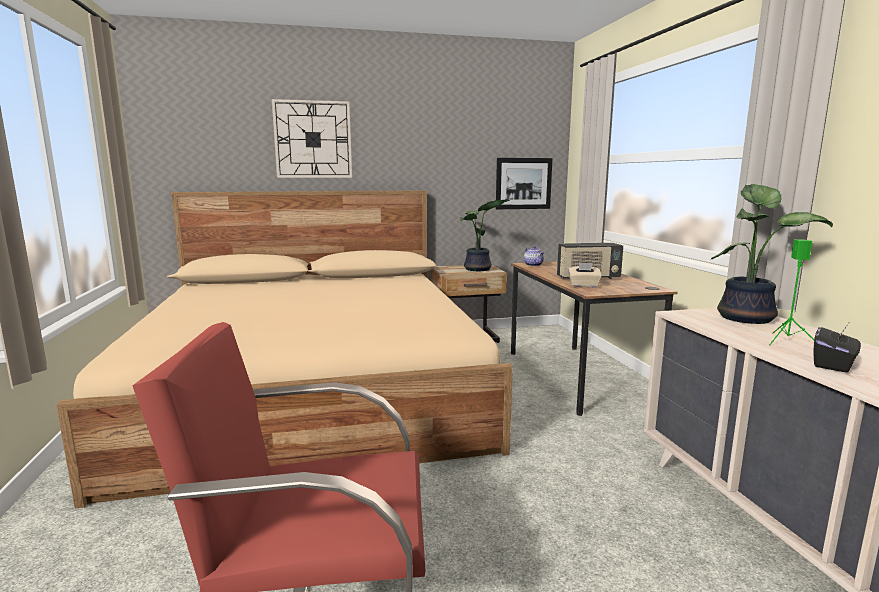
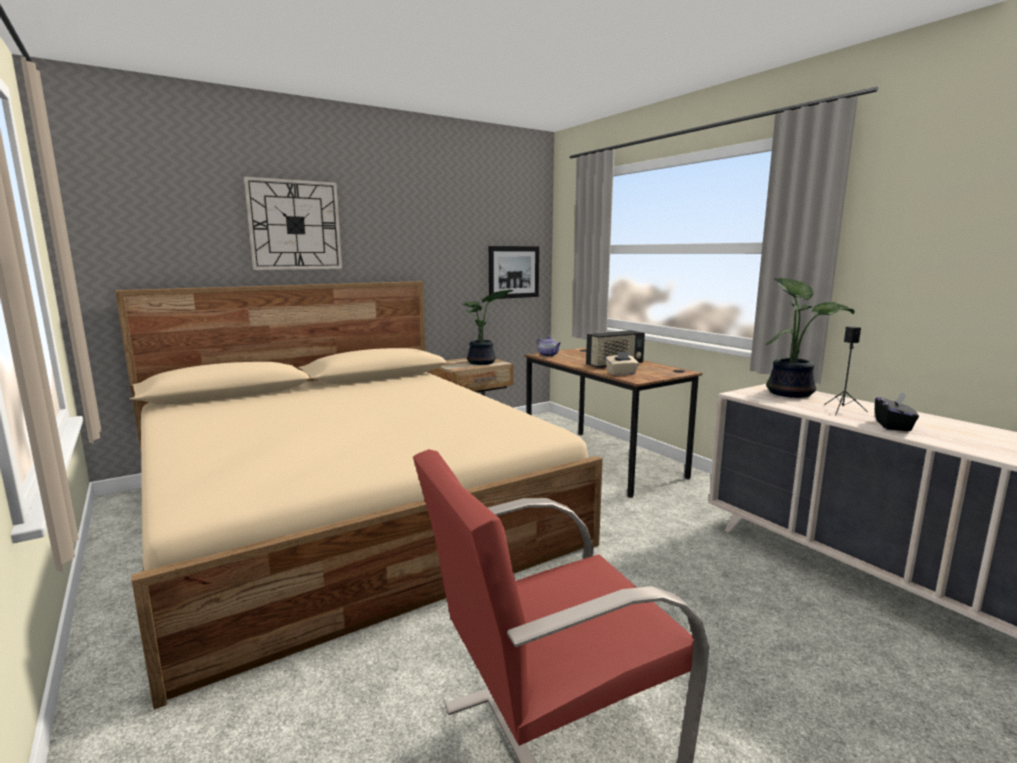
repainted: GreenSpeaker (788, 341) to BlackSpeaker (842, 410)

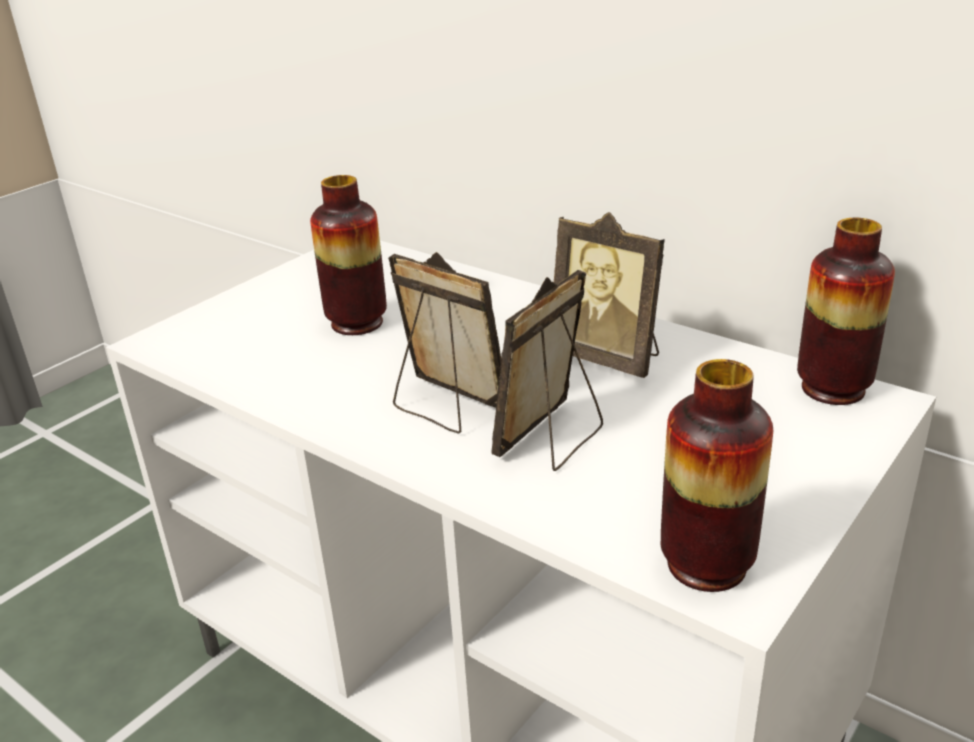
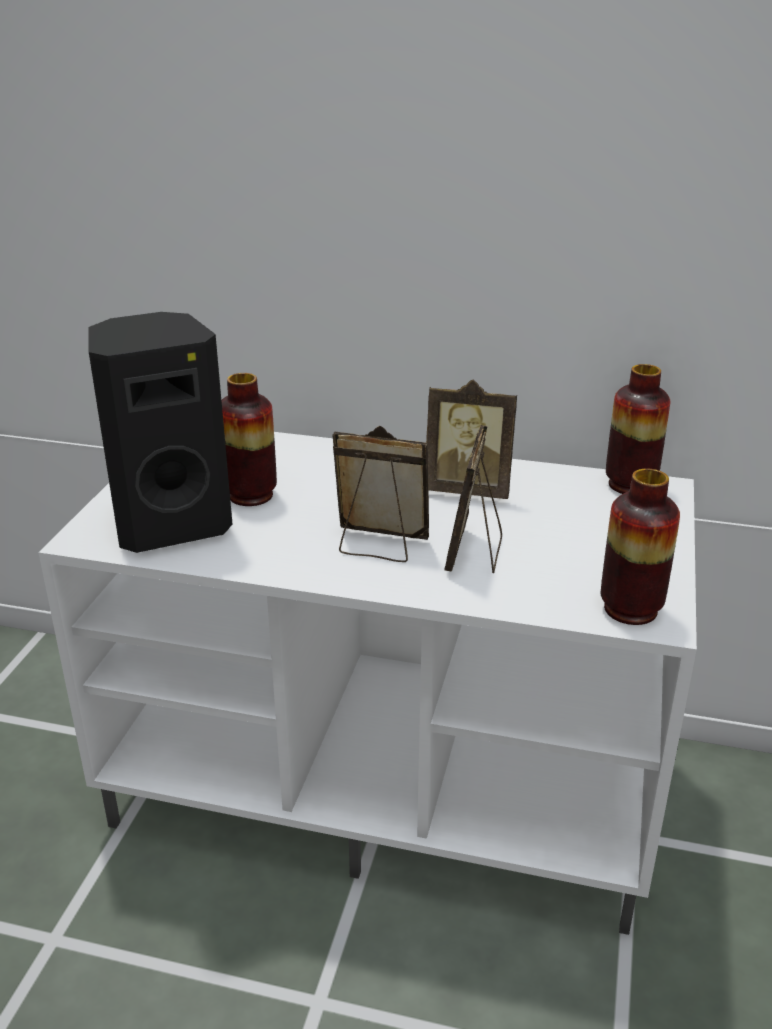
new: BlackSpeaker (171, 525)

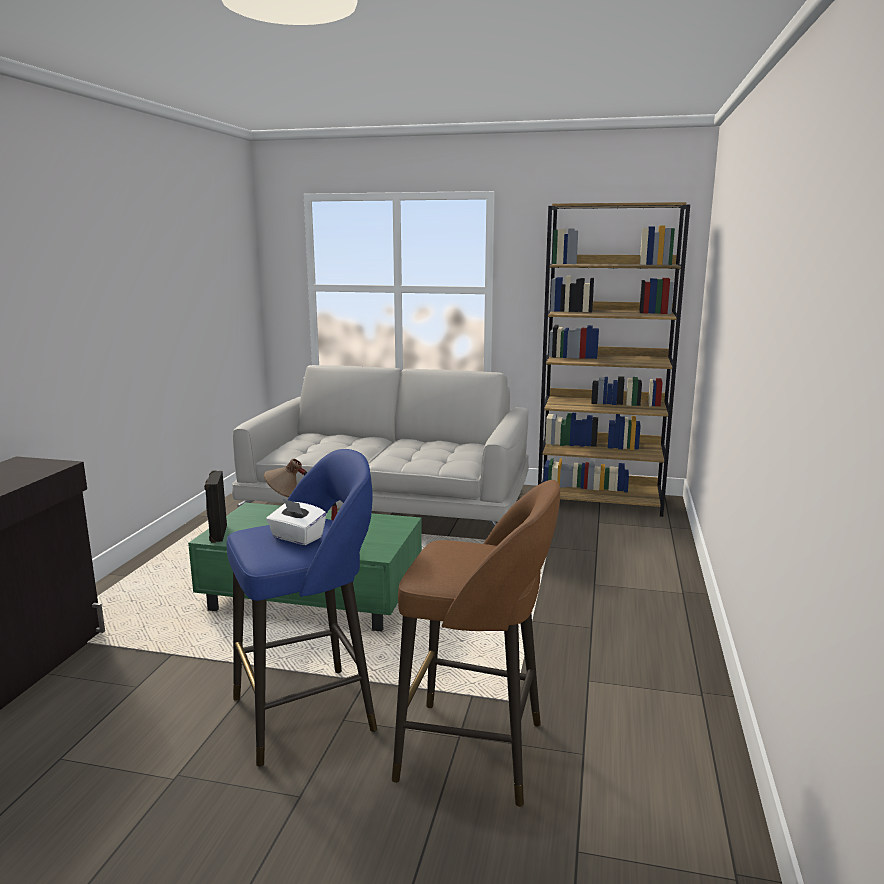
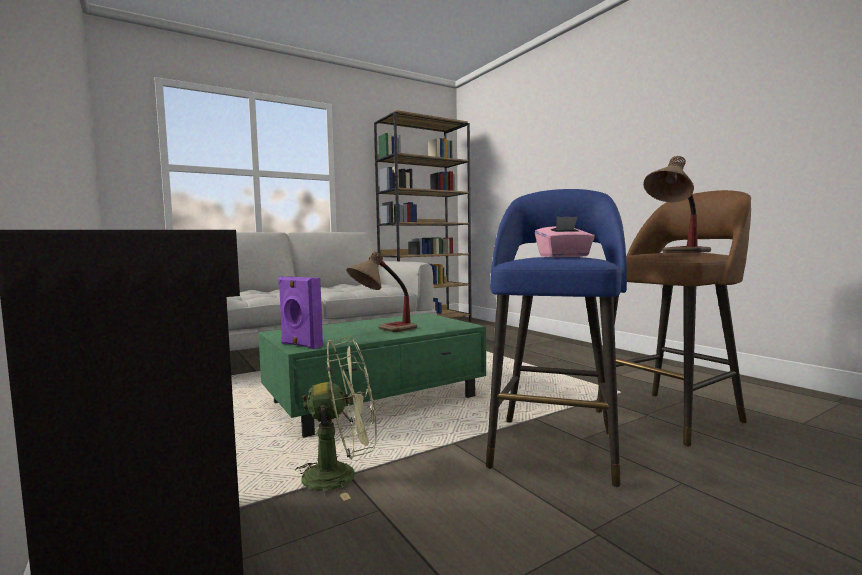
new: GreenFan (341, 475); TableLamp (677, 252)
repainted: BlackSpeaker (217, 534) to PurpleSpeaker (300, 345); WhiteTissueBox (297, 537) to PinkTissueBox (564, 256)

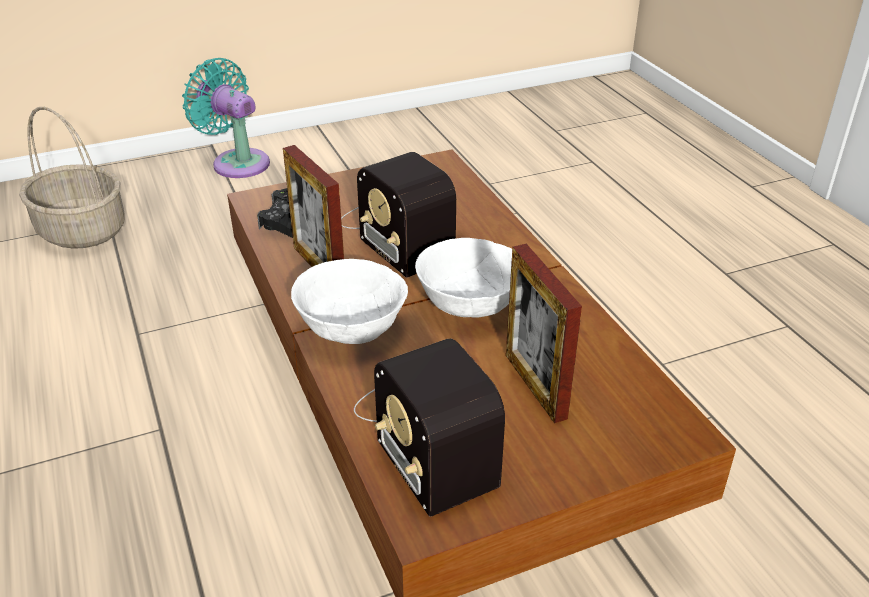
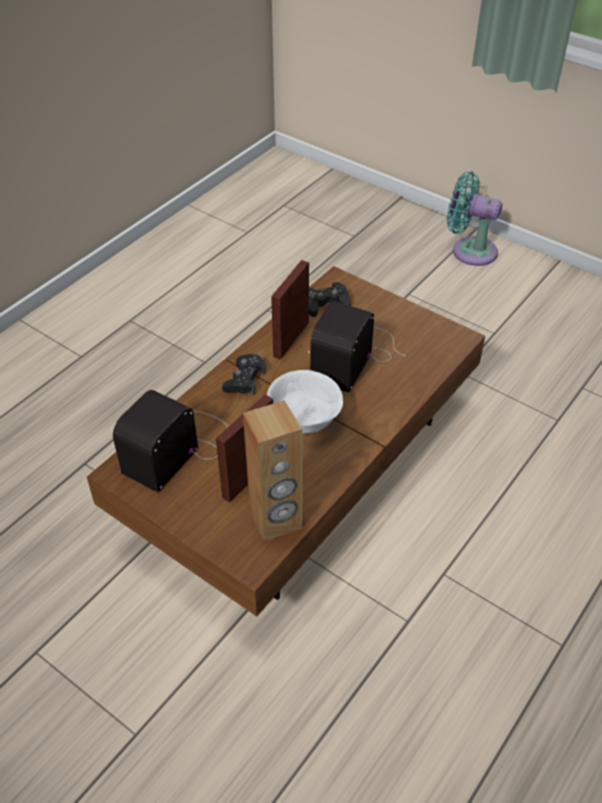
gone: Basket (81, 231)
new: BrownSpeaker (276, 520)
swapped: WhiteBowl (352, 329) to BlackGameController (244, 380)
rotated: TurquoiseFan (237, 162) = (469, 250) 75 degrees counterclockwise

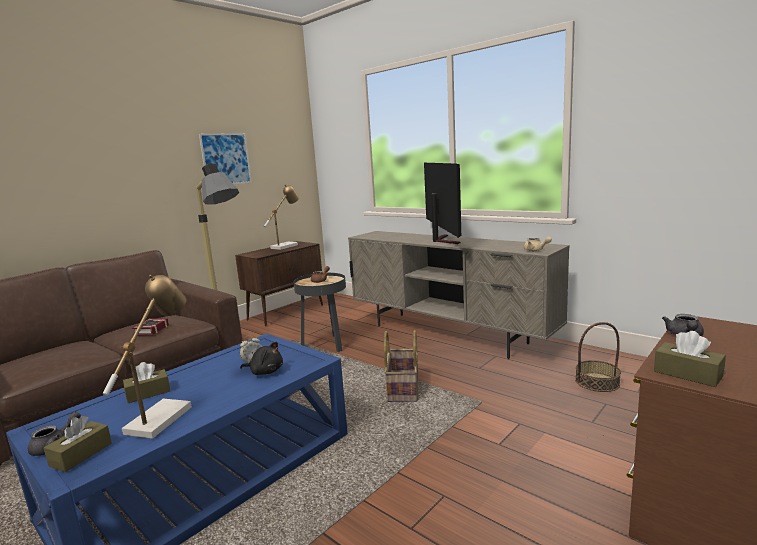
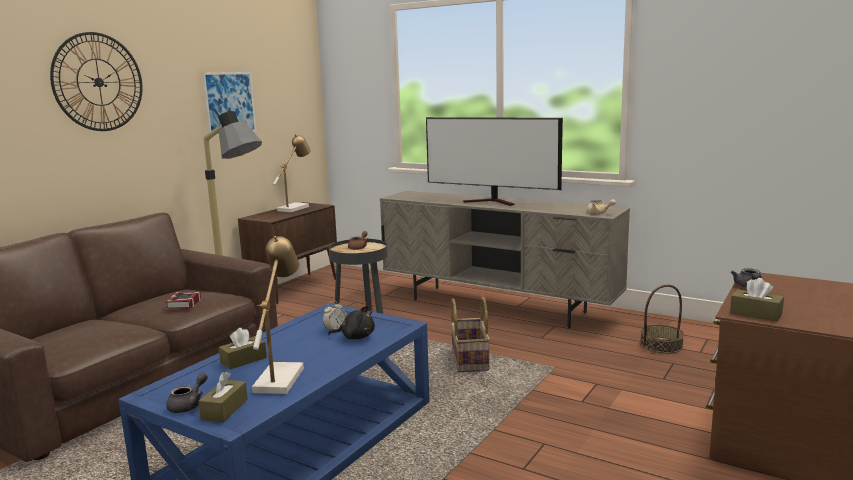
new: WallClock (98, 82)
rotated: Television (442, 240) = (493, 202) 135 degrees clockwise

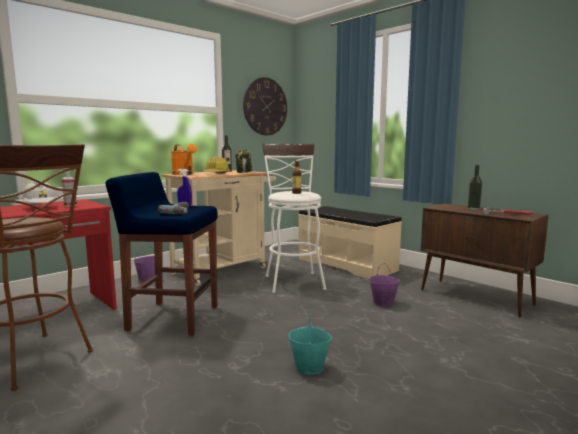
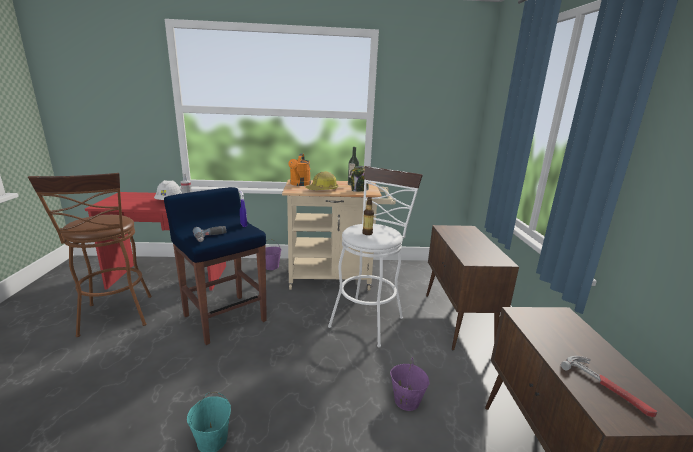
gone: WallClock (265, 106); Bottle (473, 208)
swapped: BeigeBench (347, 264) to BrownCabinet (457, 320)

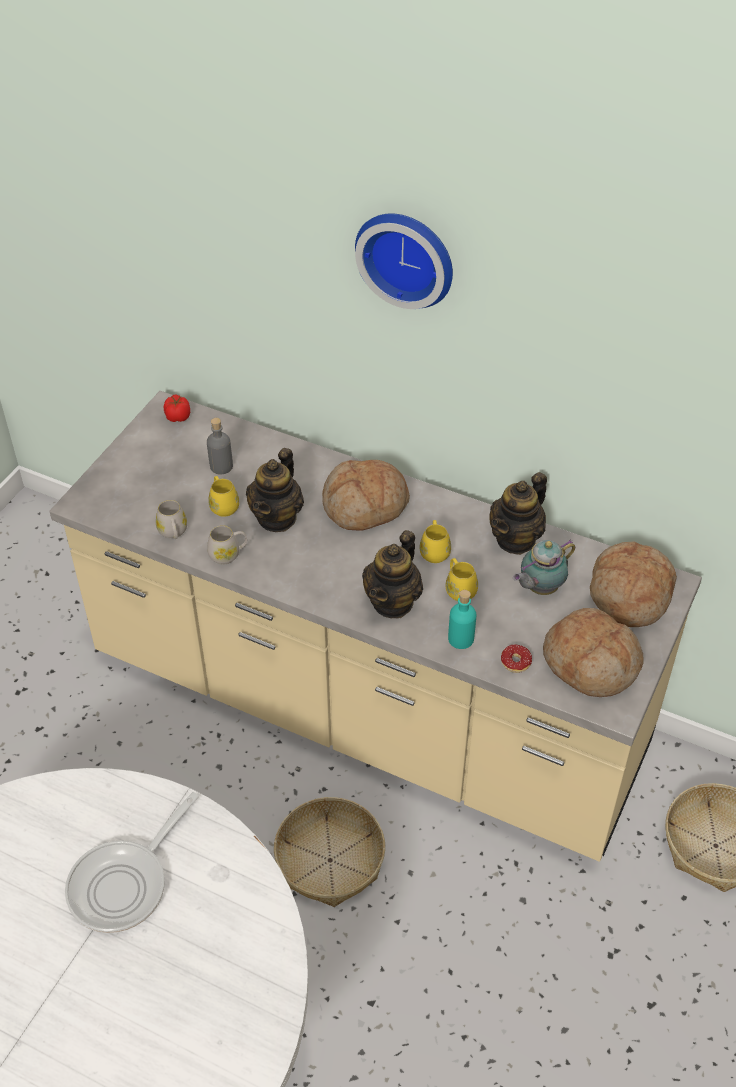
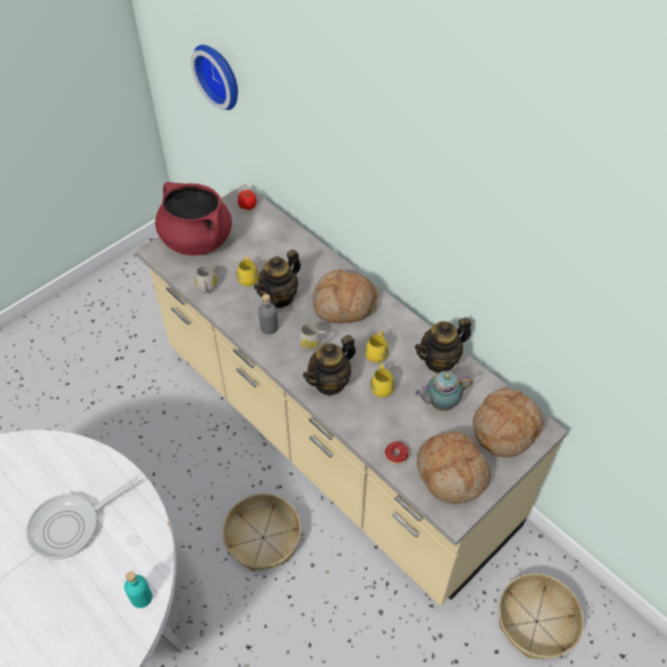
new: RedCookingPot (196, 240)
shifted: GreyBottle (221, 466) to (269, 327); WhiteMug (228, 554) to (313, 344); WallClock (407, 256) to (219, 75); TurquoiseBottle (461, 639) to (141, 597)

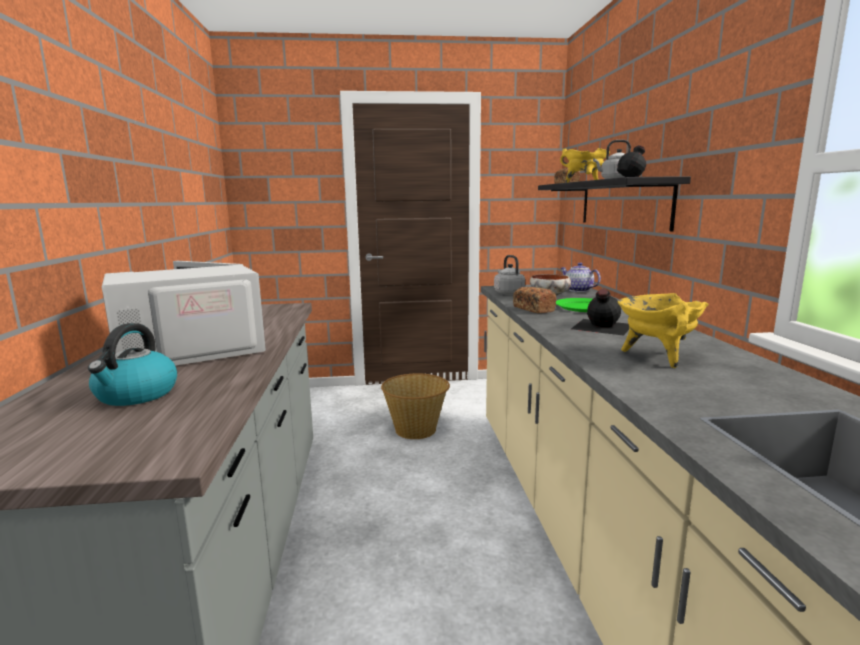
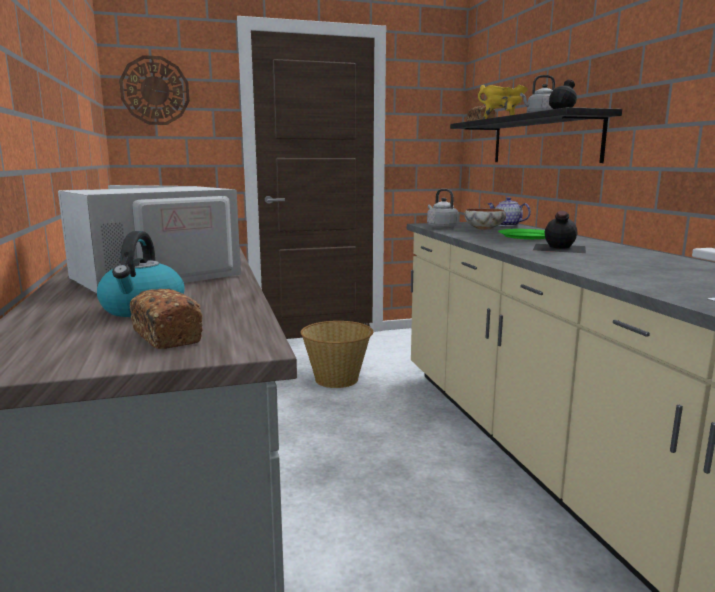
gone: YellowCookingPot (657, 356)
new: WallClock (155, 91)
shifted: Bread (533, 309) to (166, 336)

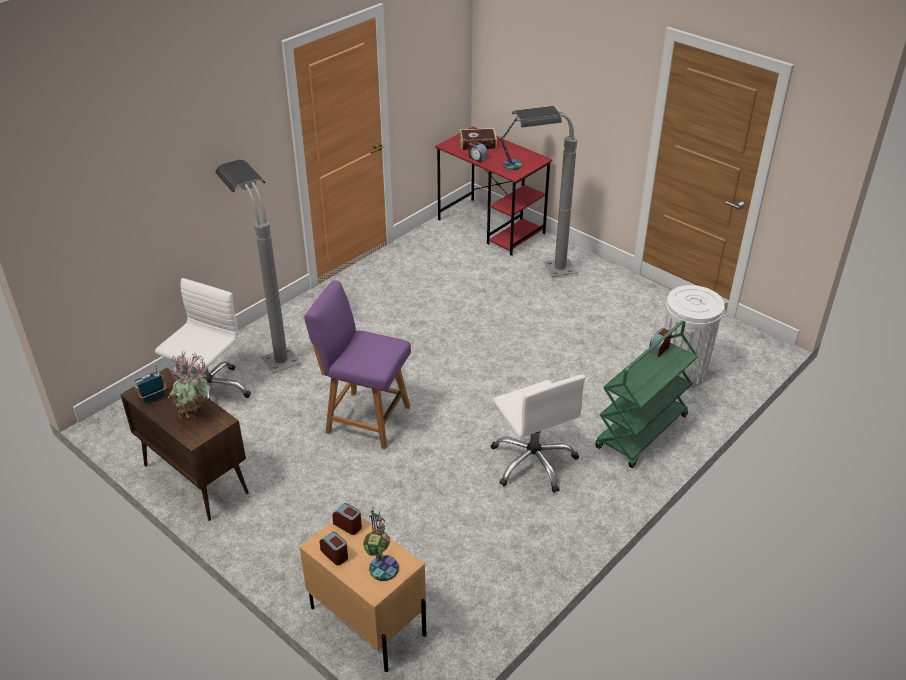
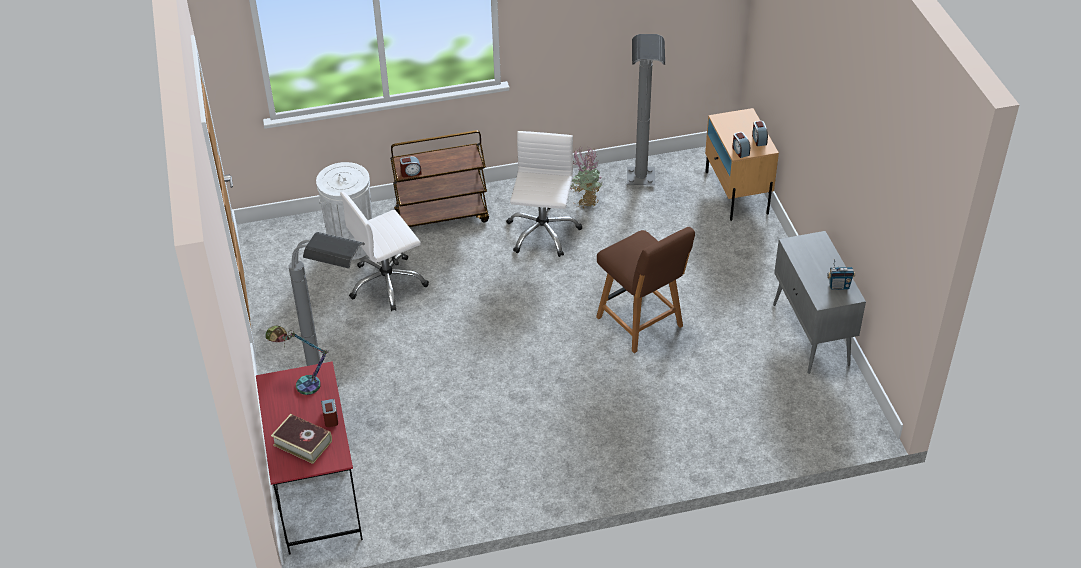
gone: TableLamp (382, 576)
shifted: WhiteOfficeChair (208, 392) to (387, 284); PottedPlant (195, 413) to (585, 201); GreyFloorLamp (272, 351) to (641, 191)
repainted: BrownCabinet (195, 479) to GreyCabinet (811, 335); PurpleChair (365, 418) to BrownChair (641, 323); GreenCart (642, 433) to BrownCart (442, 217)

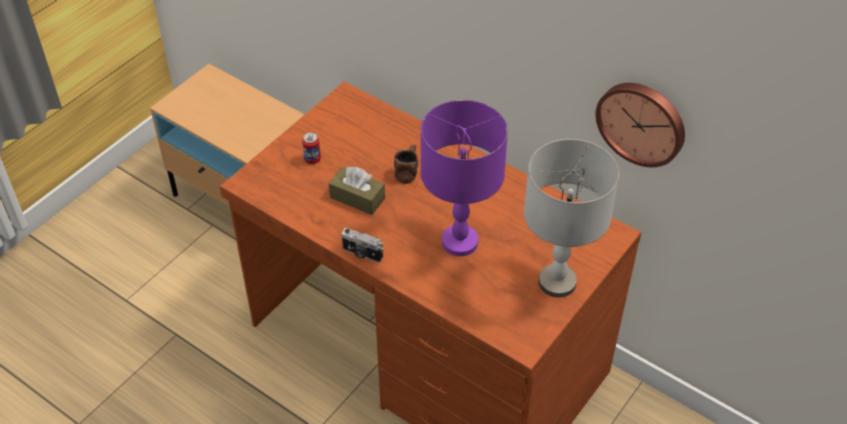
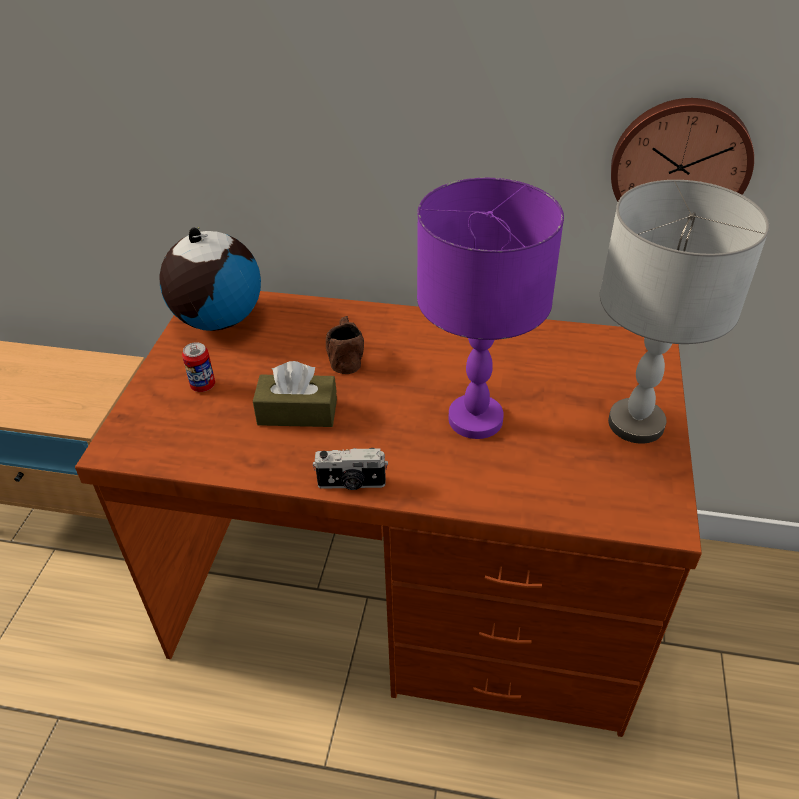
new: Globe (218, 320)

